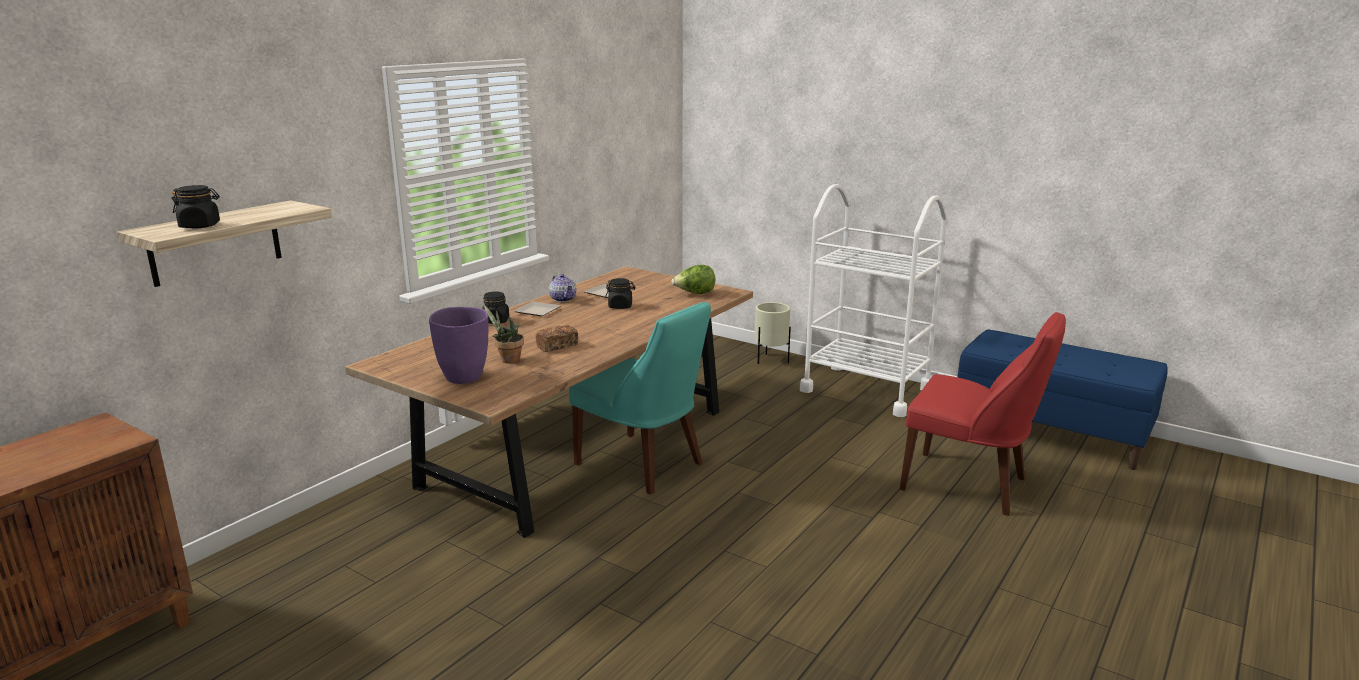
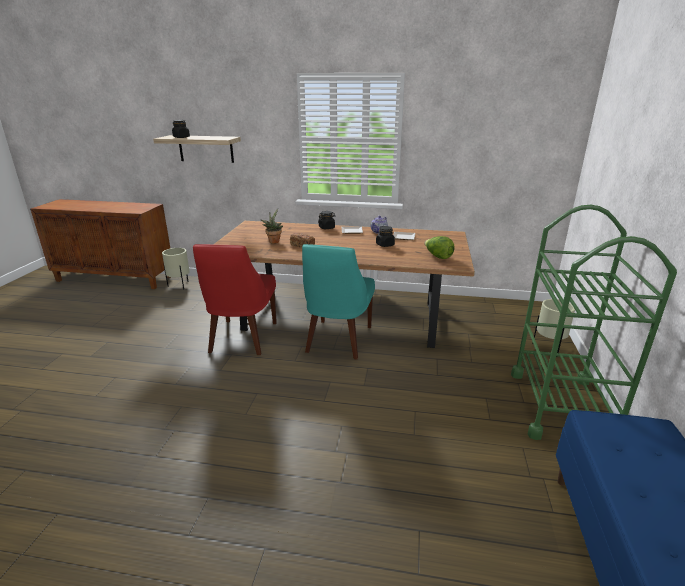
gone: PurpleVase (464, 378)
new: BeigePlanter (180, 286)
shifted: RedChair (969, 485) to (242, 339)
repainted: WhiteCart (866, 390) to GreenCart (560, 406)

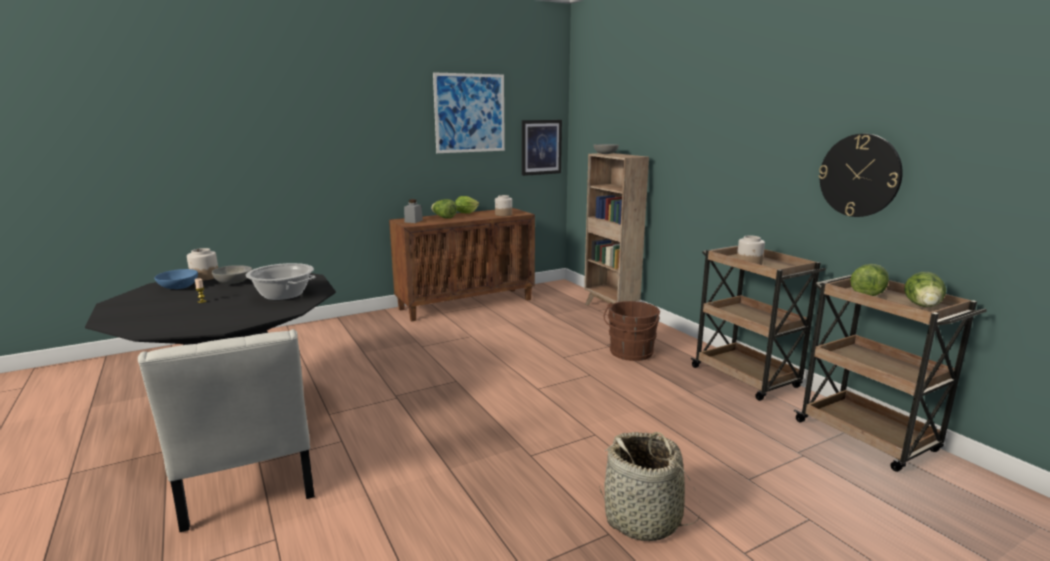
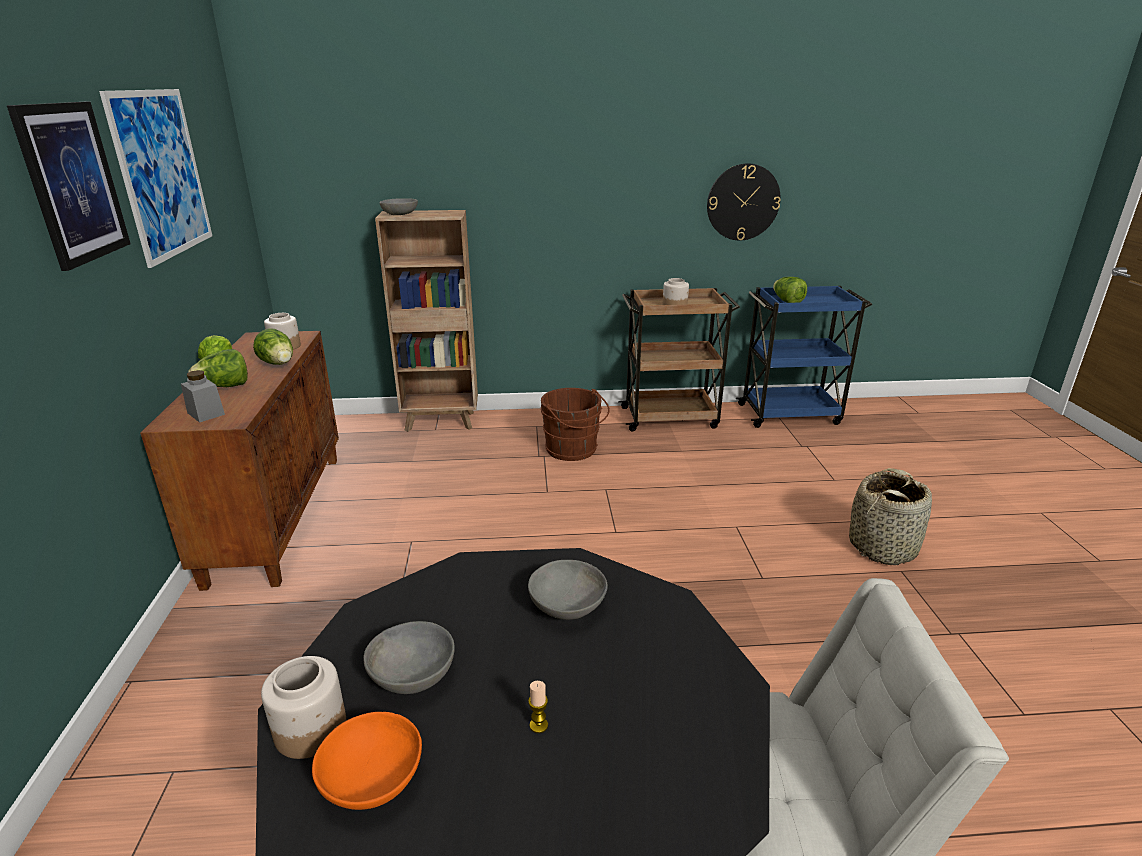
shifted: Picture (541, 147) to (73, 183); Lettuce (923, 307) to (279, 364)
swapped: CookingPot (282, 295) to GreyBowl (568, 606)
repainted: BlueBowl (178, 287) to OrangeBowl (373, 780); BrownCart (867, 437) to BlueCart (790, 414)

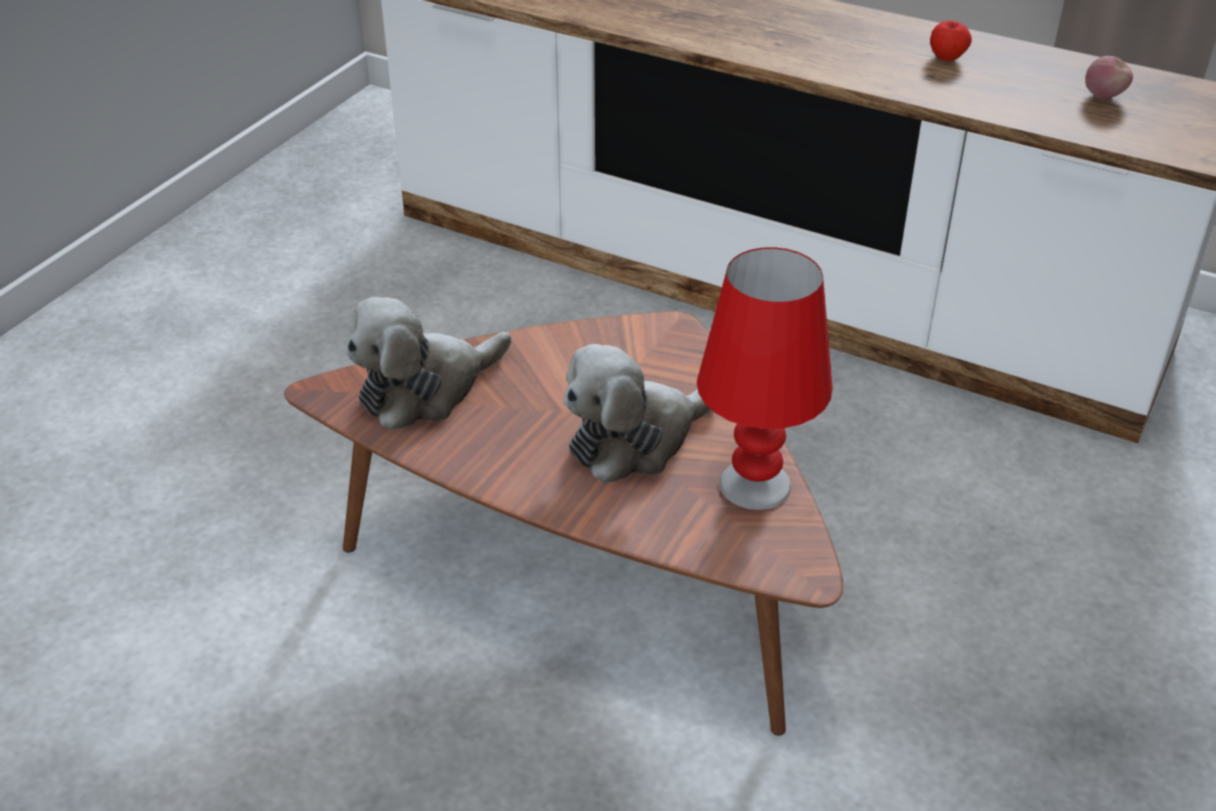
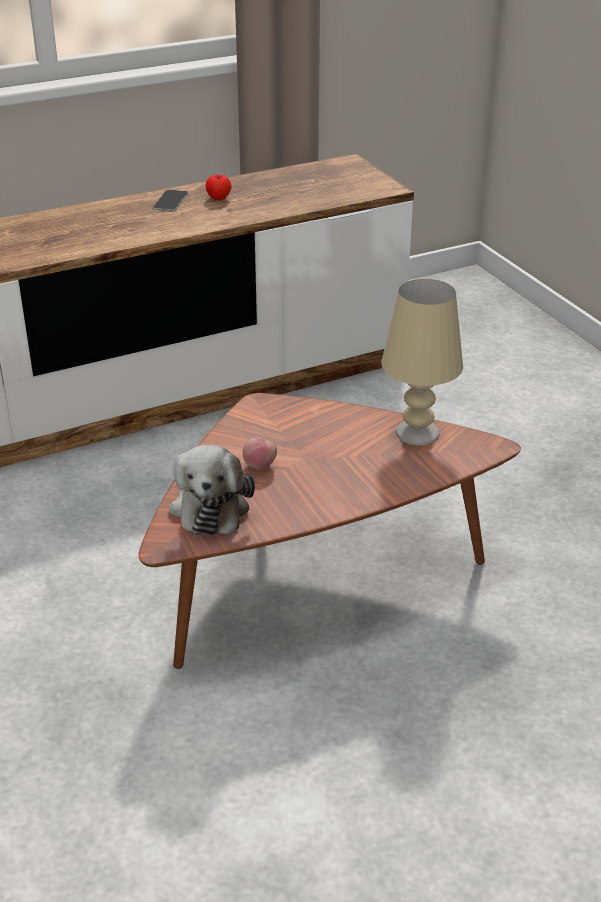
gone: PlushToy (636, 439)
new: Phone (170, 200)
shifted: Apple (1104, 96) to (260, 466)
repainted: RedTableLamp (754, 484) to BeigeTableLamp (416, 433)

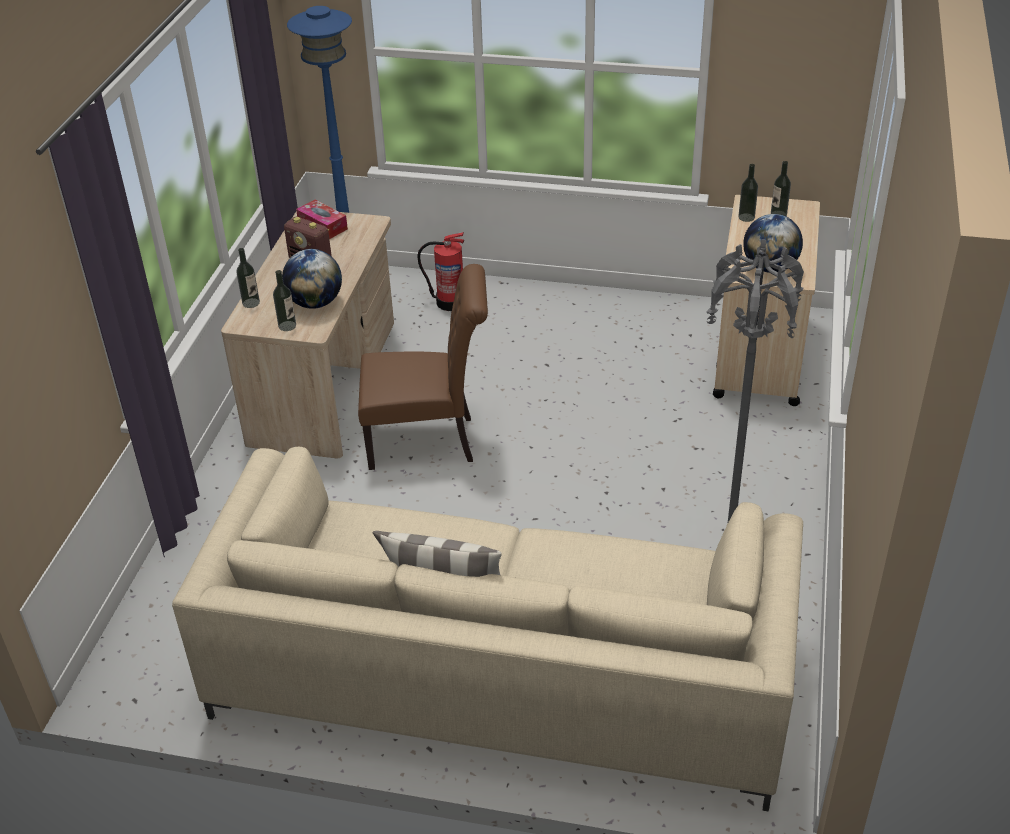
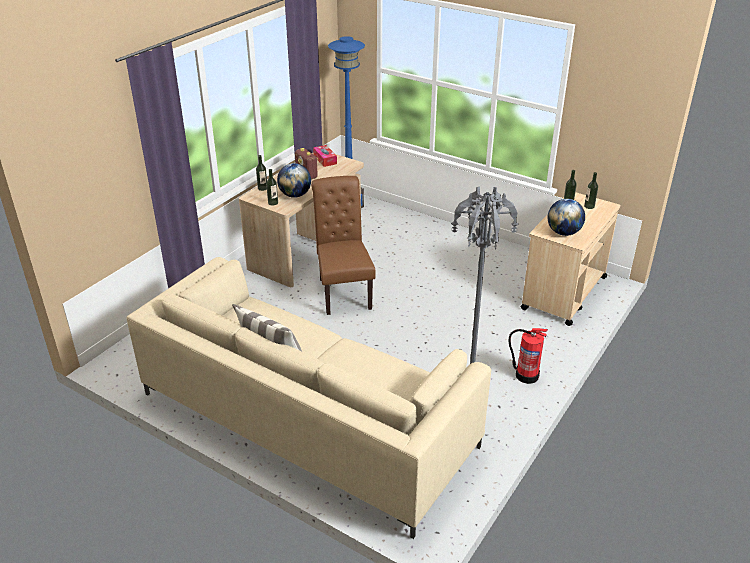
shifted: FireExtinguisher (450, 302) to (526, 375)
rotated: BrownChair (429, 441) = (343, 291) 120 degrees counterclockwise

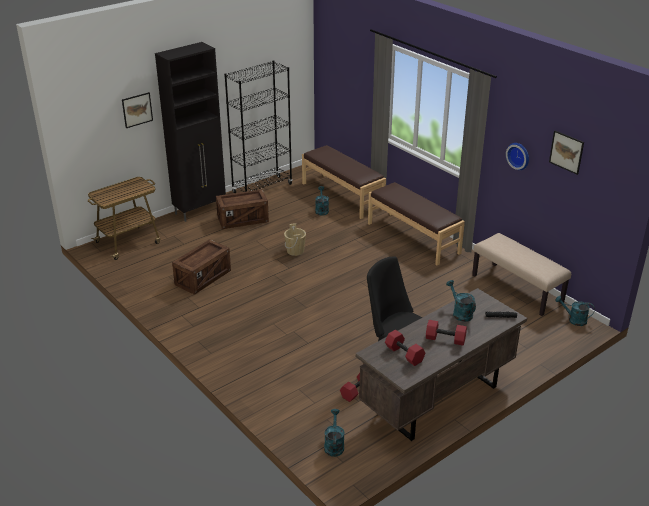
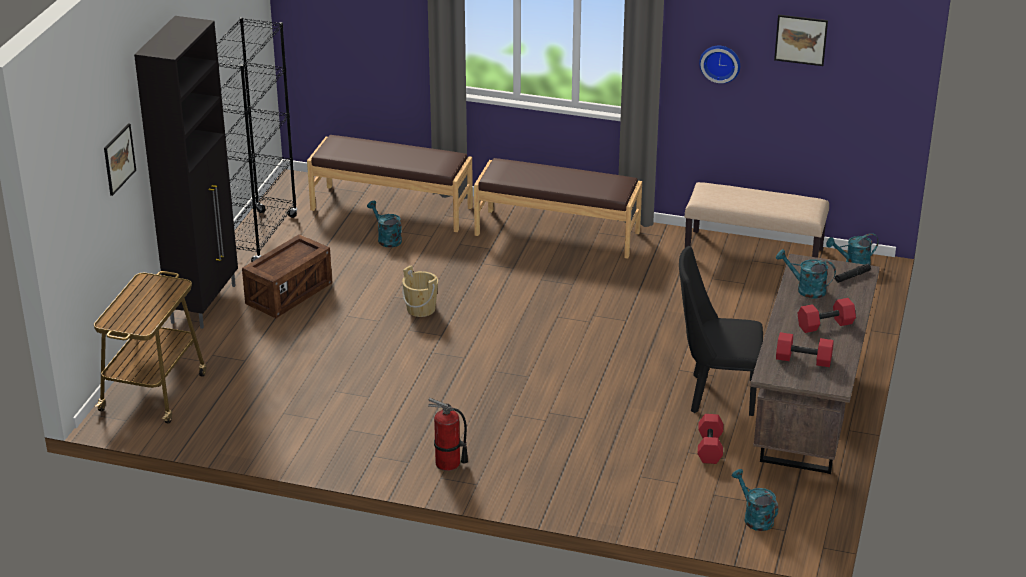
gone: Crate (203, 278)
new: FireExtinguisher (448, 463)

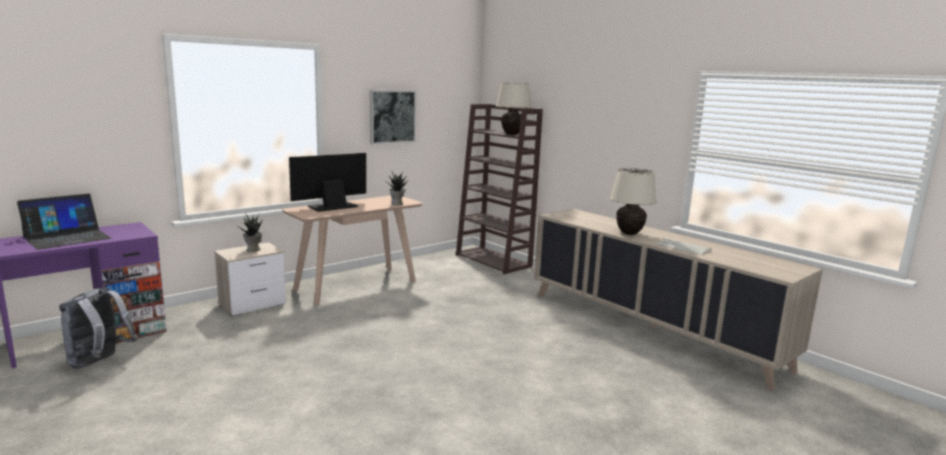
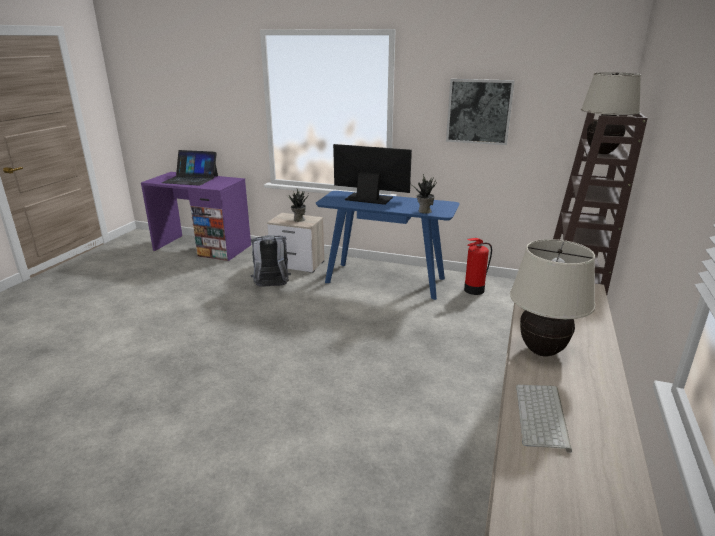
new: FireExtinguisher (473, 290)
shifted: GreyBackpack (99, 362) to (271, 287)
repainted: BeigeConsoleTable (356, 285) to BlueConsoleTable (385, 280)

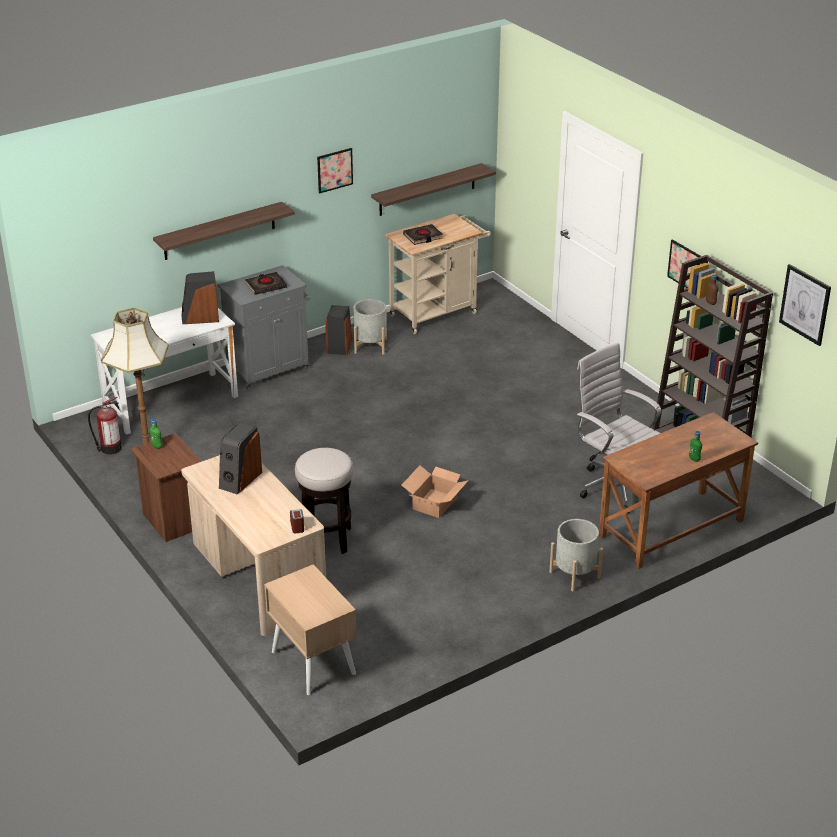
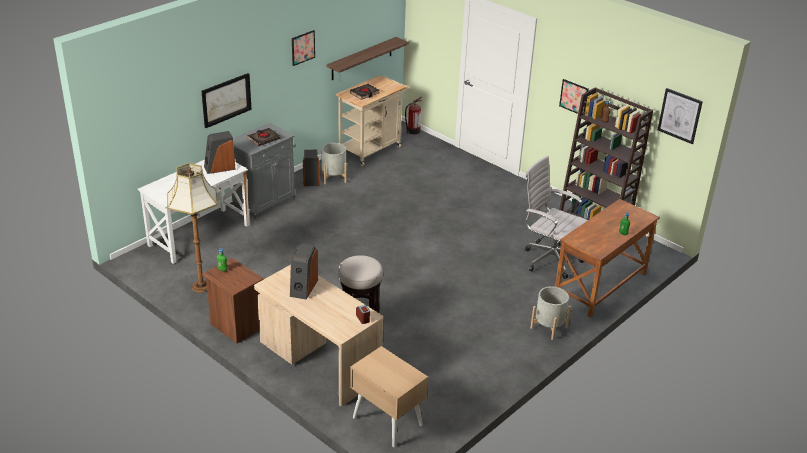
gone: CardboardBox (435, 503)
shifted: FireExtinguisher (109, 448) to (413, 131)
swapped: Shelf (219, 231) to Picture (226, 100)

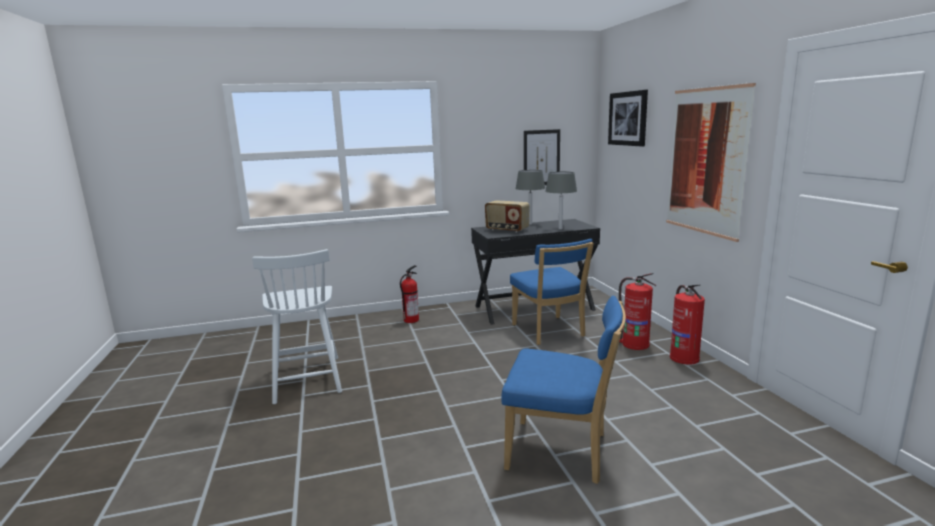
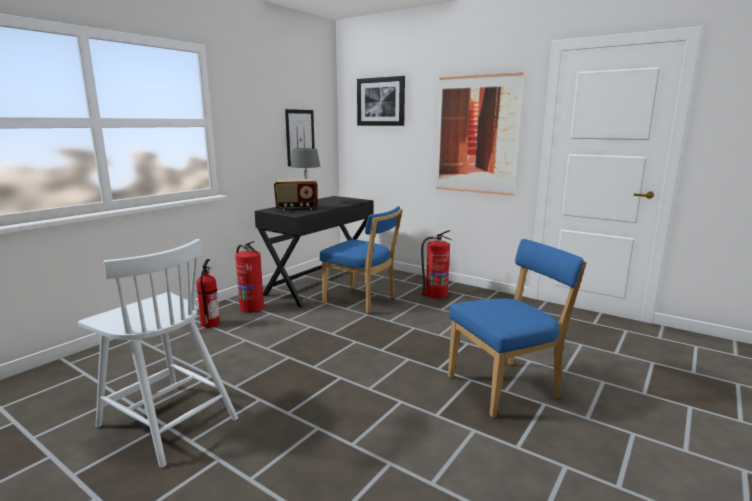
gone: GreyTableLamp (560, 229)
shifted: FireExtinguisher (683, 358) to (251, 307)

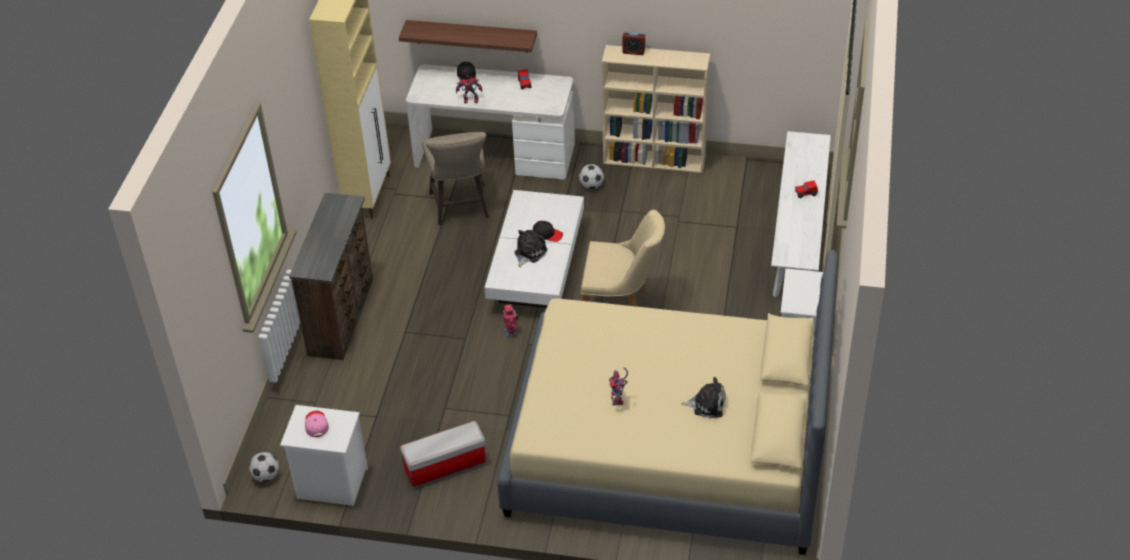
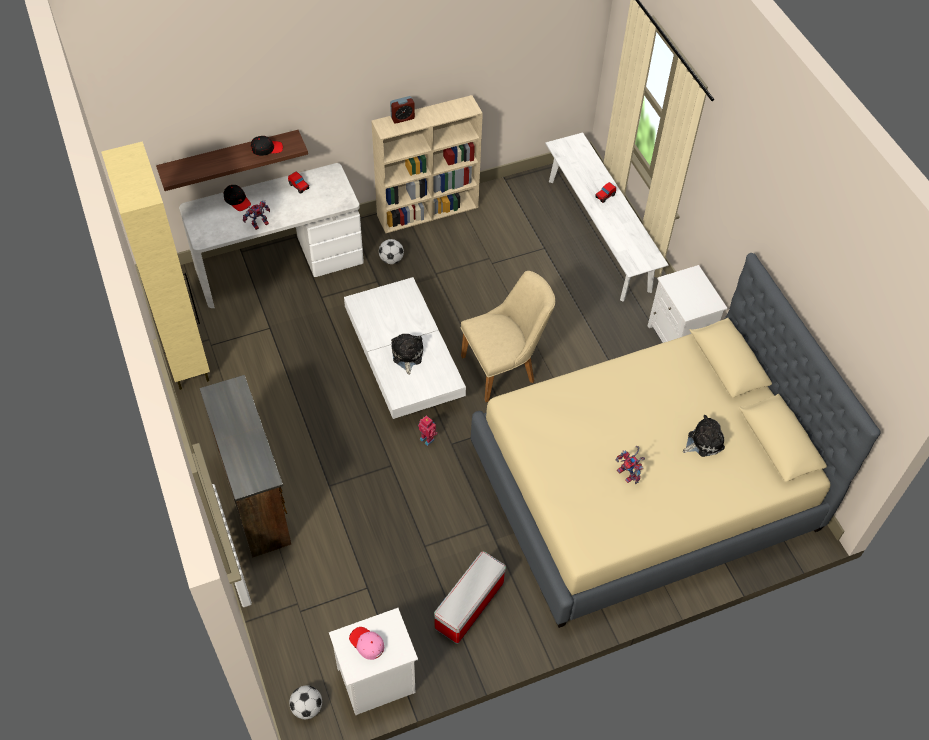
gone: BeigeStool (460, 208)
shifted: BlackCap (547, 234) to (266, 148)

